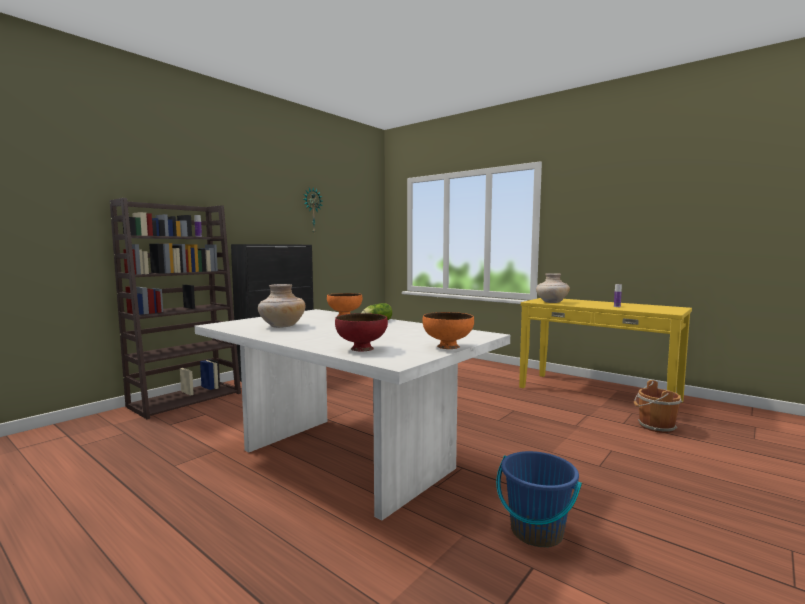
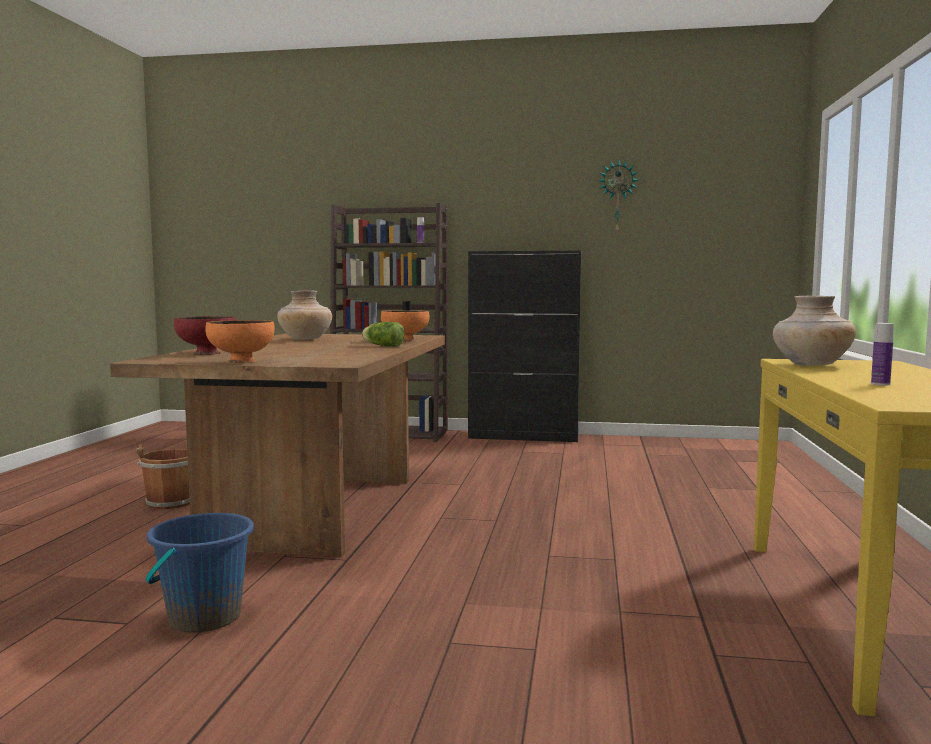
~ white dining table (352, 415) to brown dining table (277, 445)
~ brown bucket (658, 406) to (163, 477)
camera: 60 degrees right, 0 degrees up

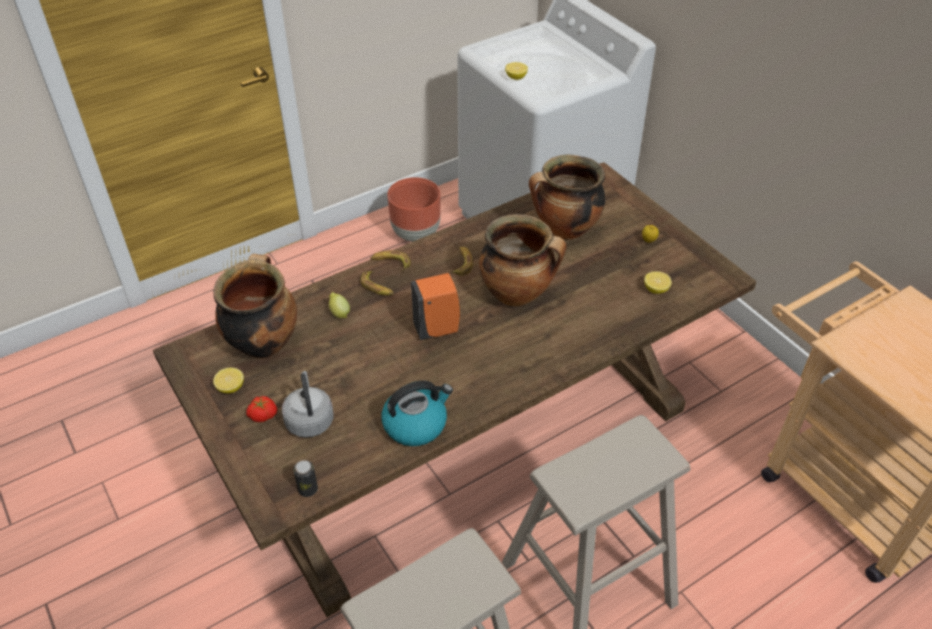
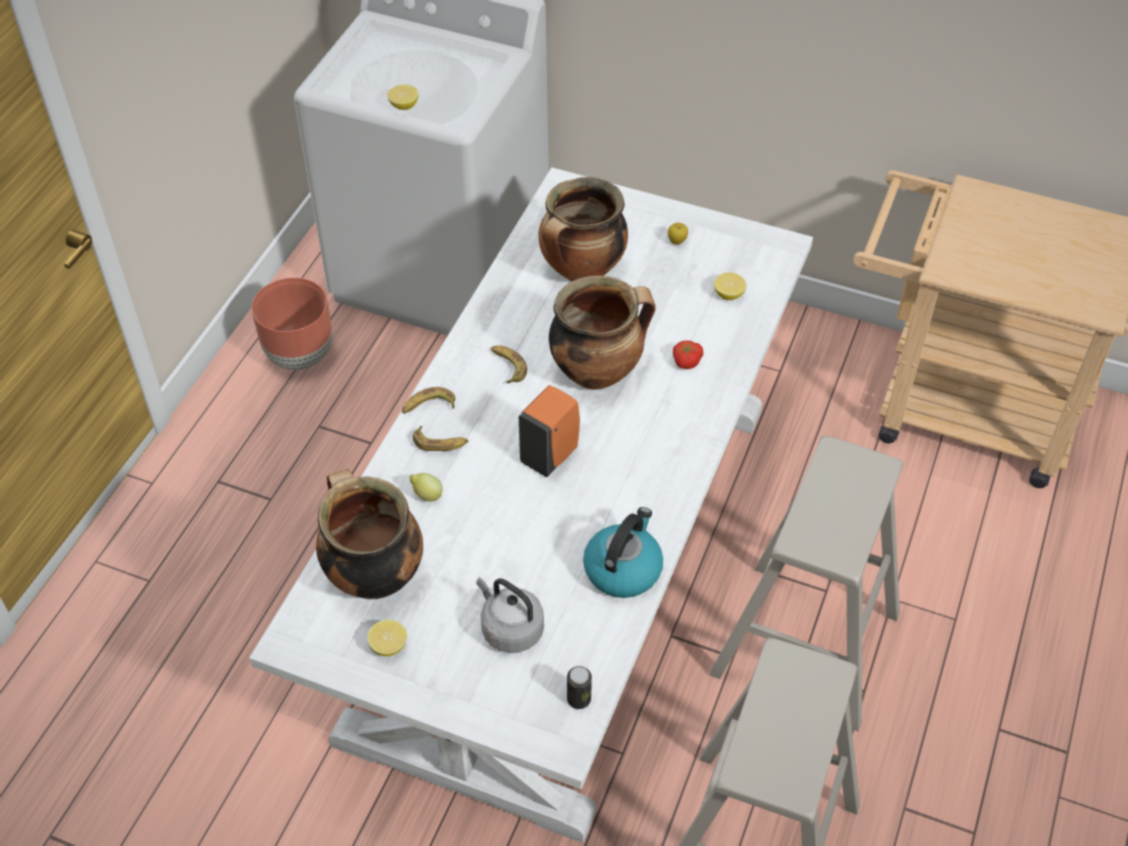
~ brown dining table (454, 389) to white dining table (531, 505)
~ tomato (261, 409) to (688, 354)
camera: 35 degrees left, 5 degrees up

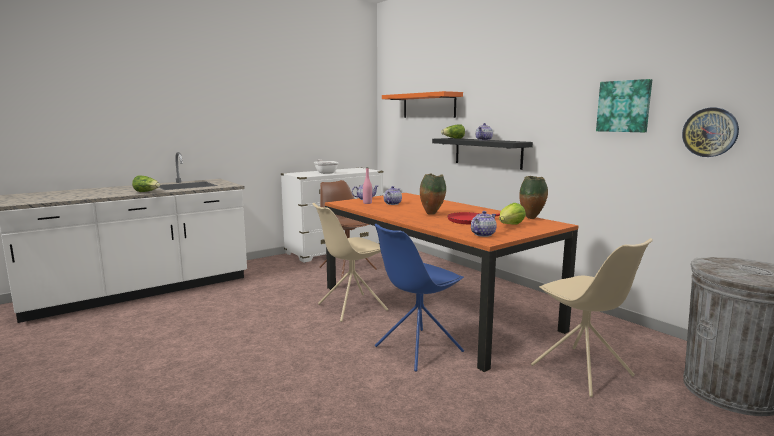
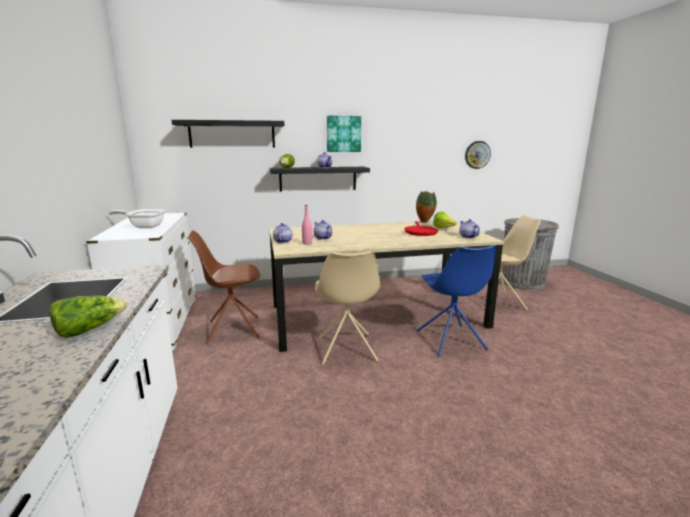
~ orange shelf (422, 104) to black shelf (228, 134)
~ orange dining table (452, 282) to beige dining table (386, 286)
~ picture (624, 105) to (344, 134)
- vase (433, 194)
camera: 65 degrees left, 5 degrees up

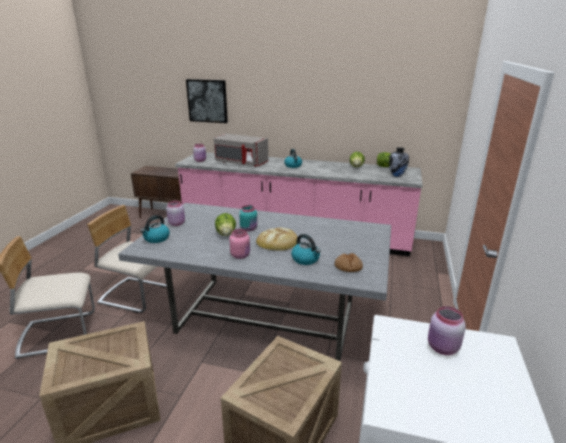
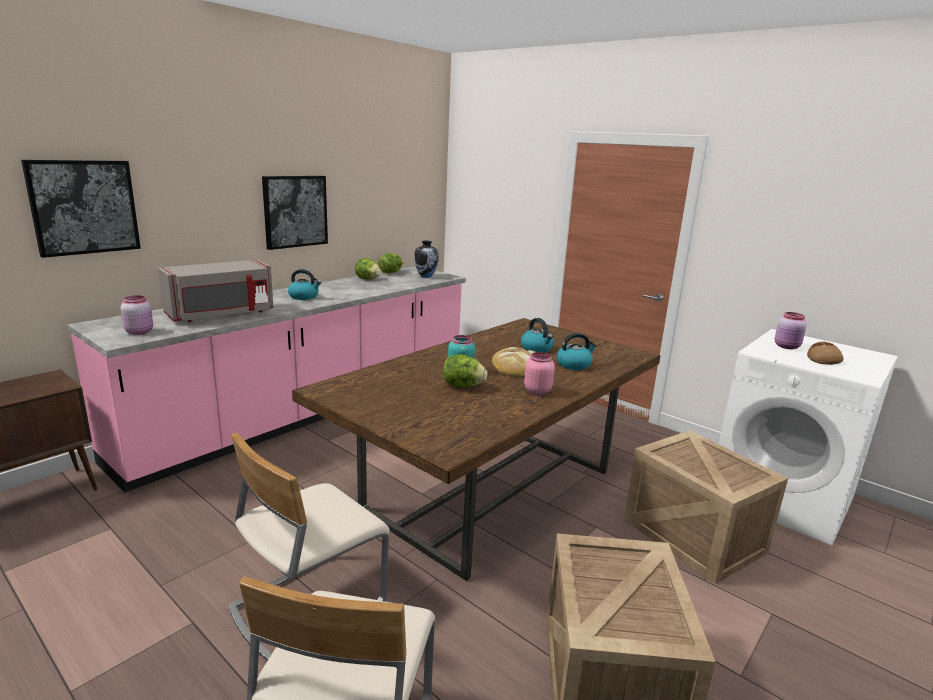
+ picture (295, 213)
~ grey dining table (254, 282) to brown dining table (476, 449)
~ kettle (155, 229) to (537, 335)
~ bread (349, 262) to (825, 353)
- pink jar (175, 213)
camera: 65 degrees left, 5 degrees down

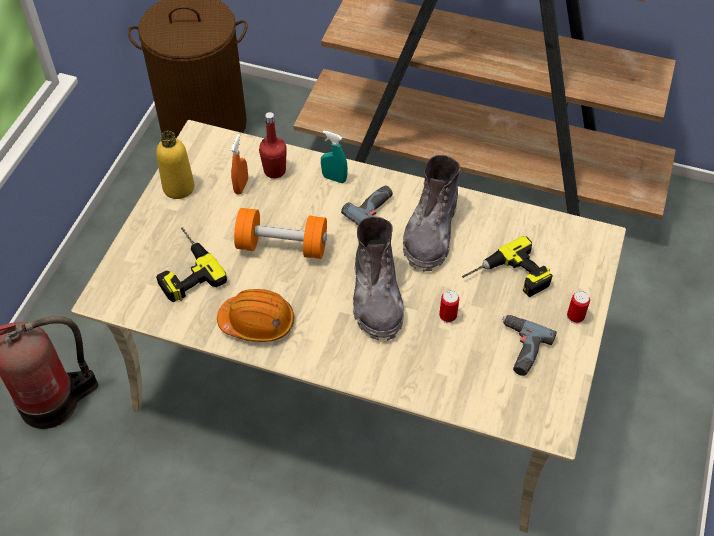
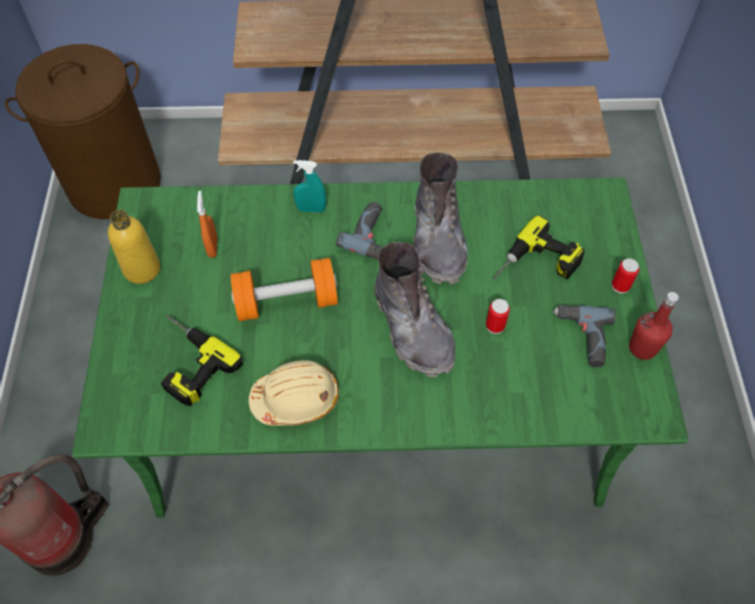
~ beige dining table (348, 326) to green dining table (380, 348)
~ orange hard hat (255, 315) to beige hard hat (293, 393)
~ red bottle (273, 145) to (654, 326)
camera: 20 degrees left, 5 degrees up

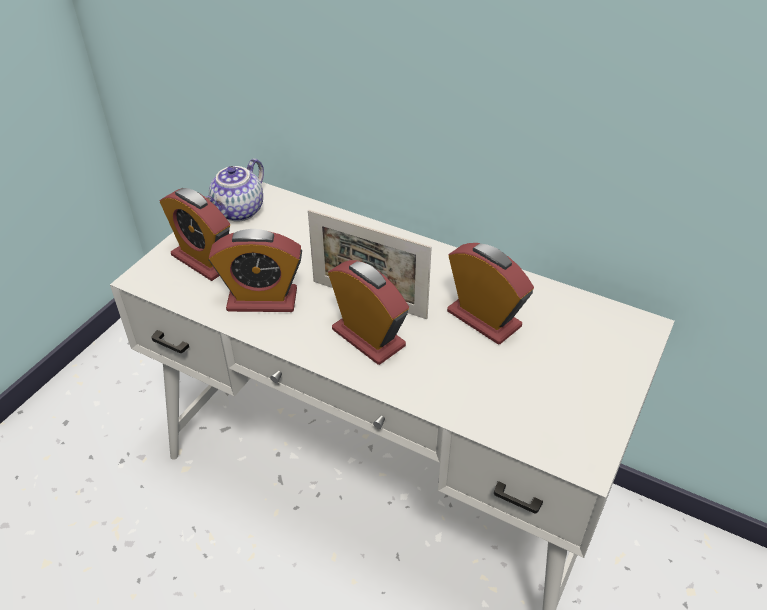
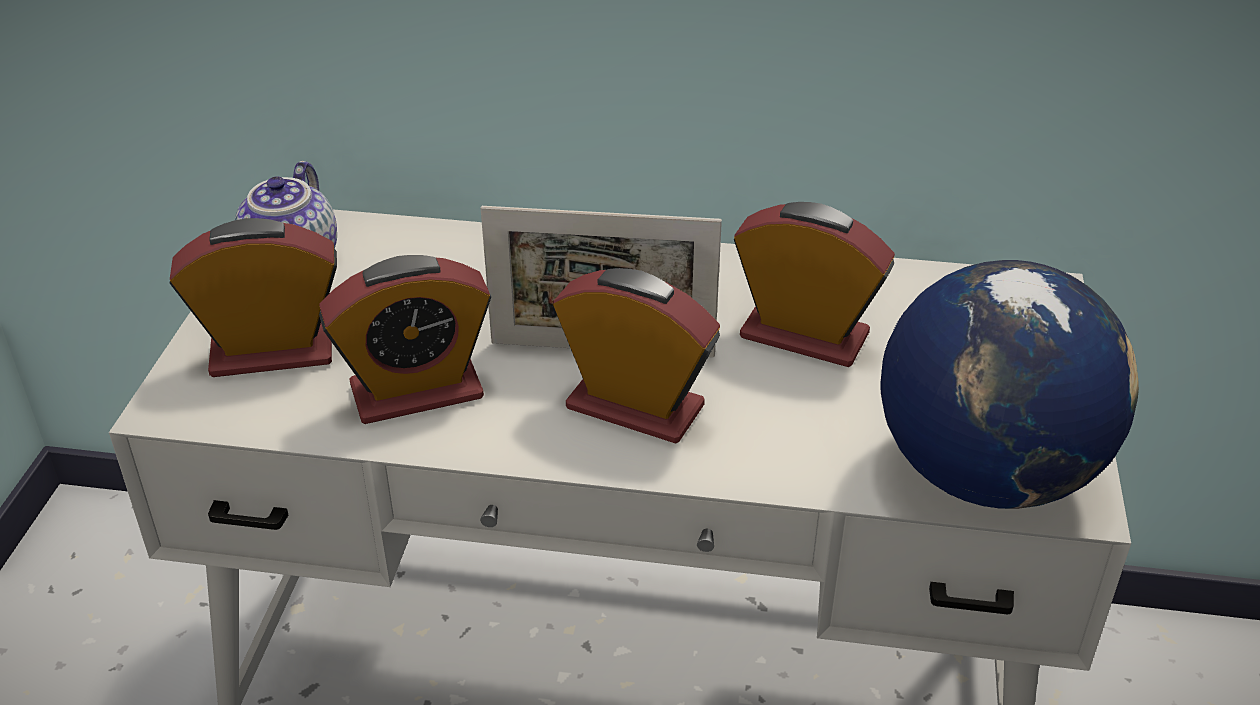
~ alarm clock (195, 234) = (253, 297) 150 degrees clockwise
+ globe (1009, 384)
camera: 20 degrees left, 5 degrees down

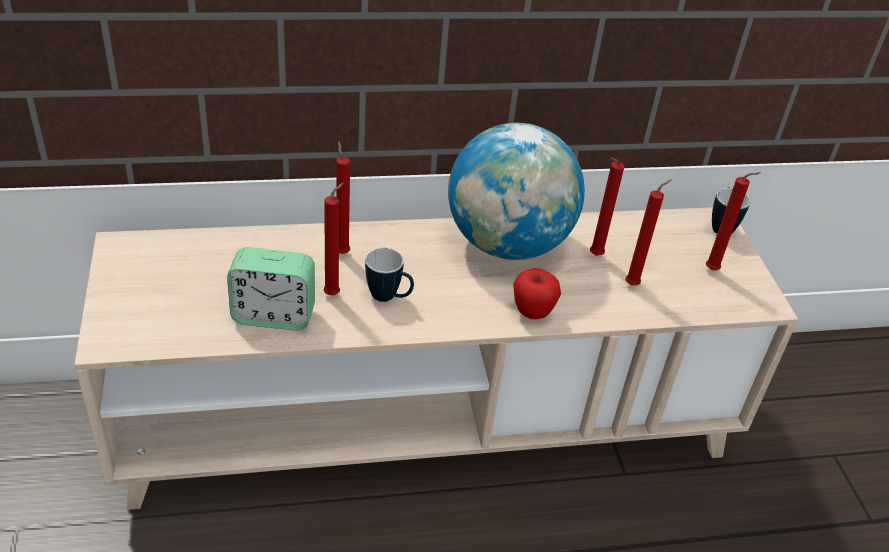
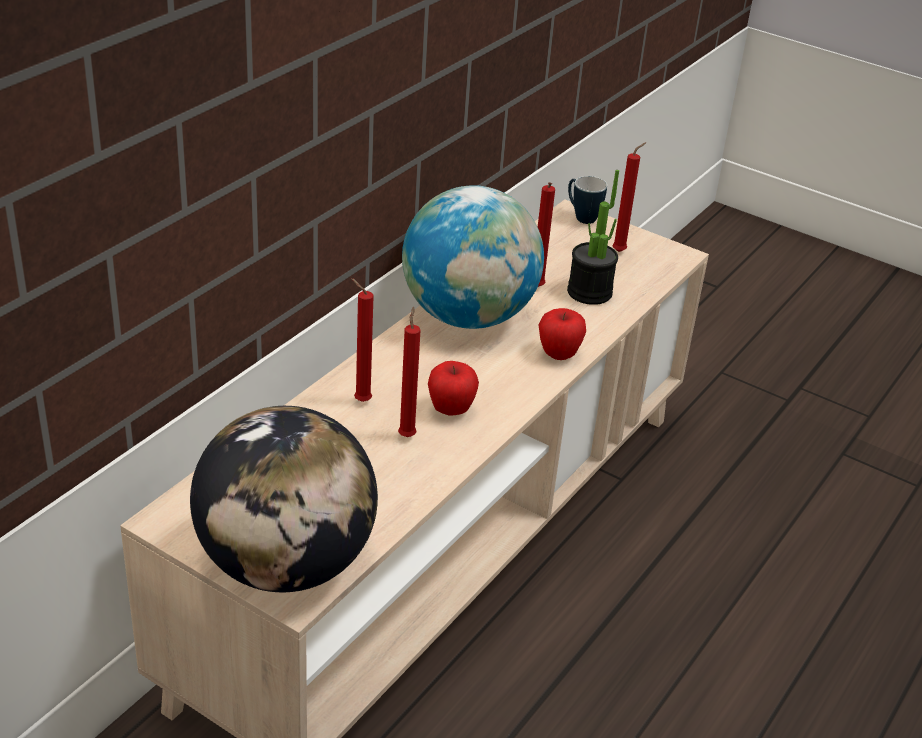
+ globe (284, 499)
~ mug (389, 275) to apple (453, 388)
~ red candle (648, 232) to potted plant (593, 237)
- alarm clock (271, 289)
camera: 45 degrees left, 5 degrees down

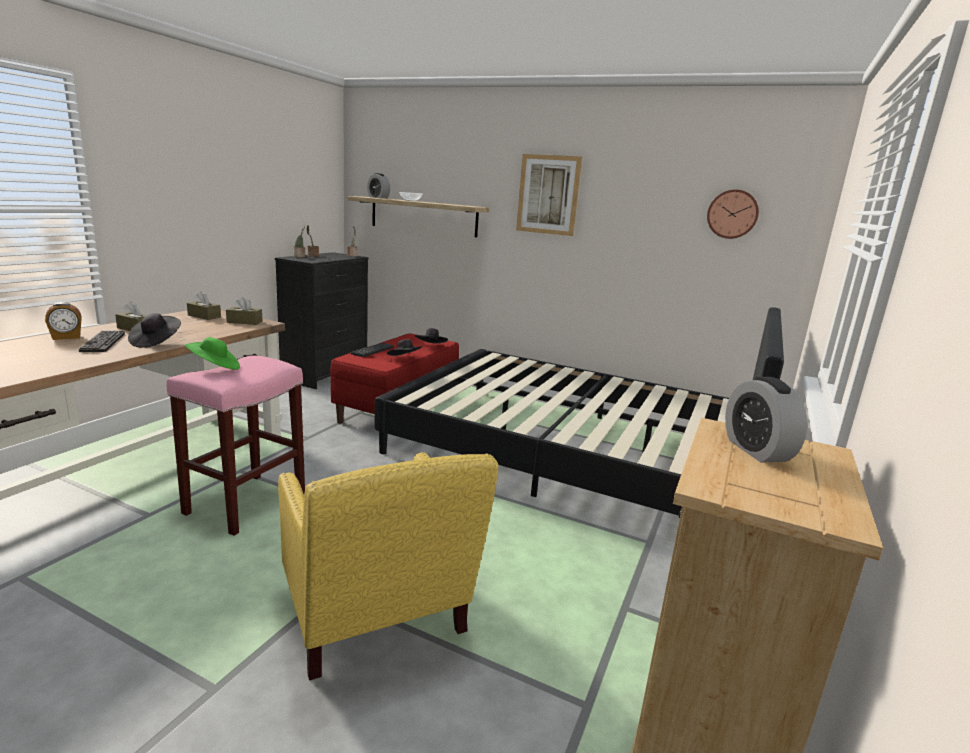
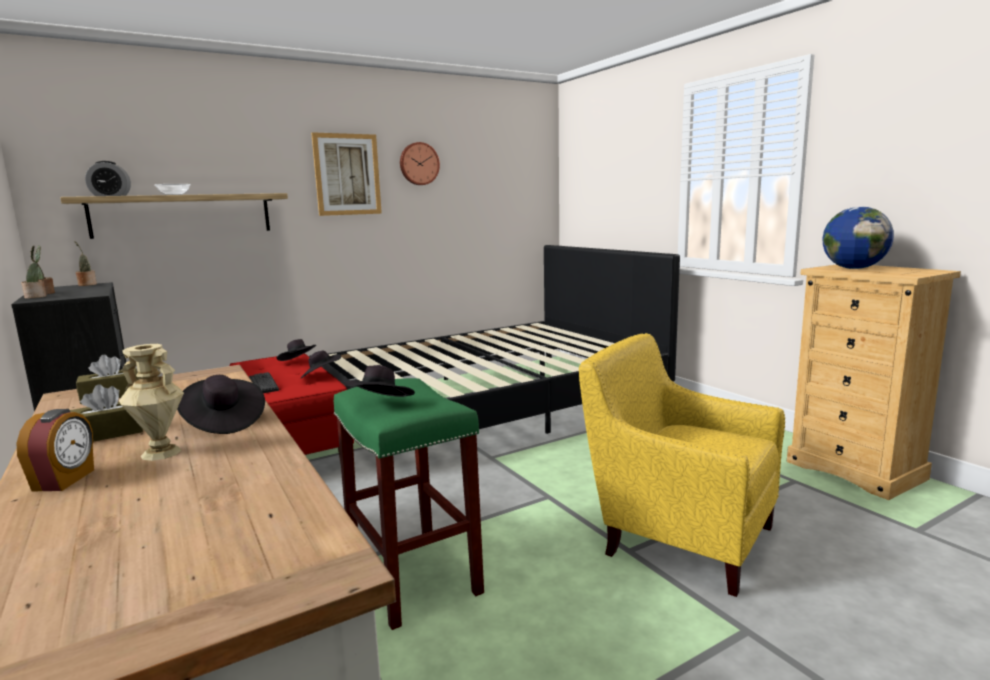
~ keyboard (101, 341) to beige vase (151, 402)
~ pink stool (236, 446) to green stool (409, 504)
~ green hat (212, 353) to black hat (378, 381)
~ wall clock (733, 214) to (420, 163)
~ yellow armchair (388, 566) = (682, 465) 150 degrees counterclockwise
~ alarm clock (766, 420) to globe (858, 237)
- brown tissue box (244, 311)
camera: 55 degrees left, 5 degrees down

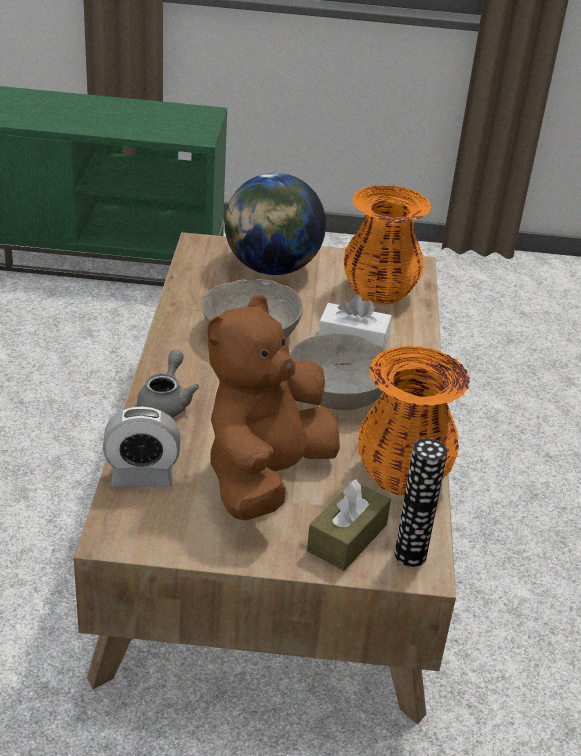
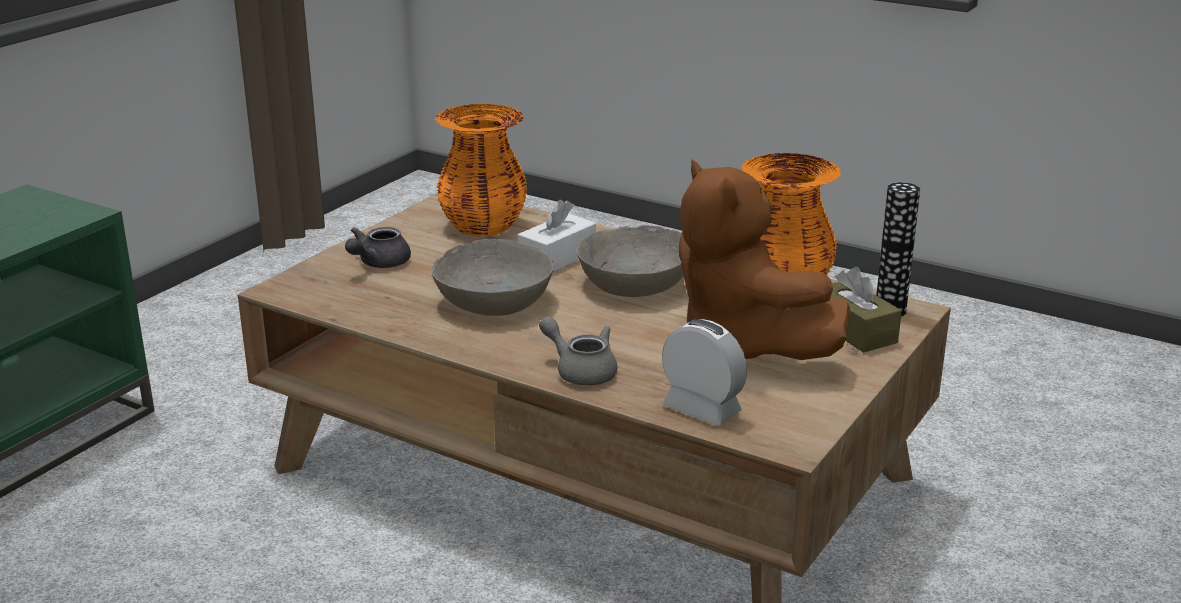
~ globe (275, 224) to grey teapot (378, 247)
~ alarm clock (141, 446) = (704, 372) 75 degrees counterclockwise
camera: 60 degrees left, 10 degrees down

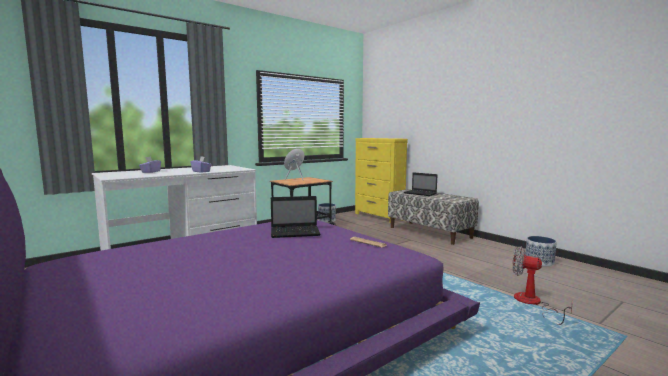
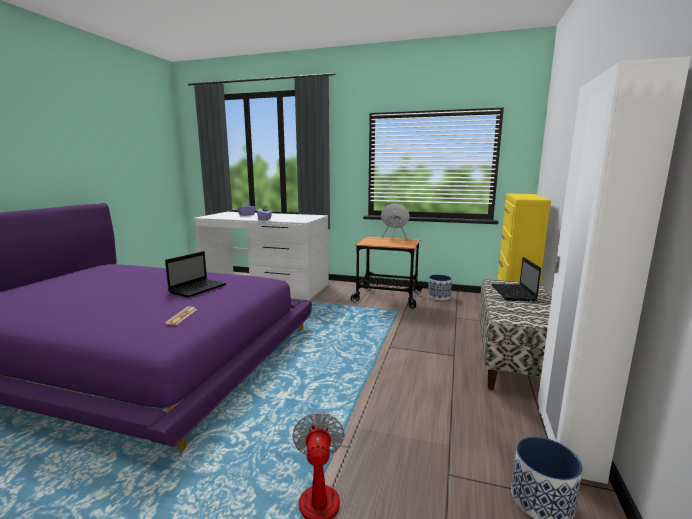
~ laptop (296, 217) = (195, 274) 105 degrees counterclockwise
+ white wardrobe (614, 270)
camera: 55 degrees right, 5 degrees up

